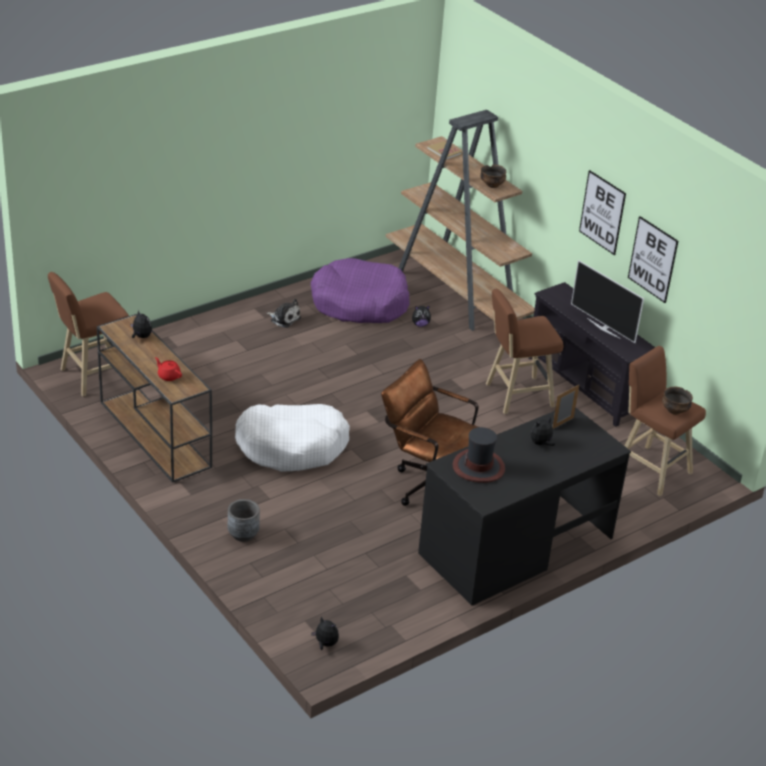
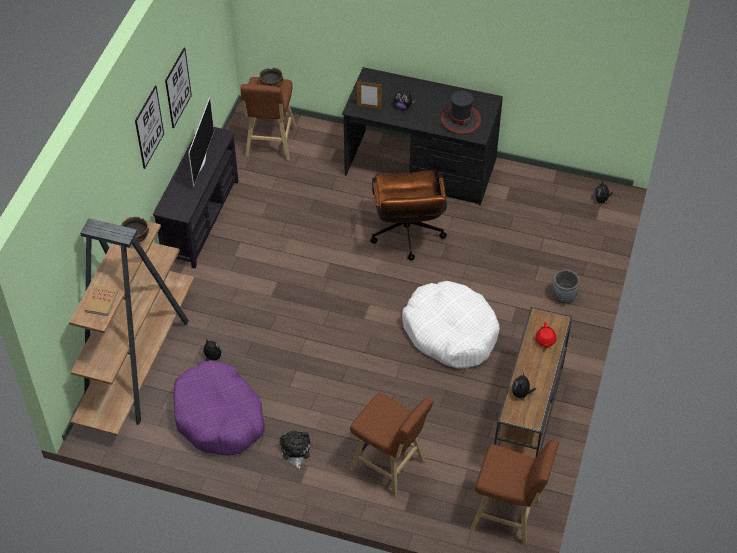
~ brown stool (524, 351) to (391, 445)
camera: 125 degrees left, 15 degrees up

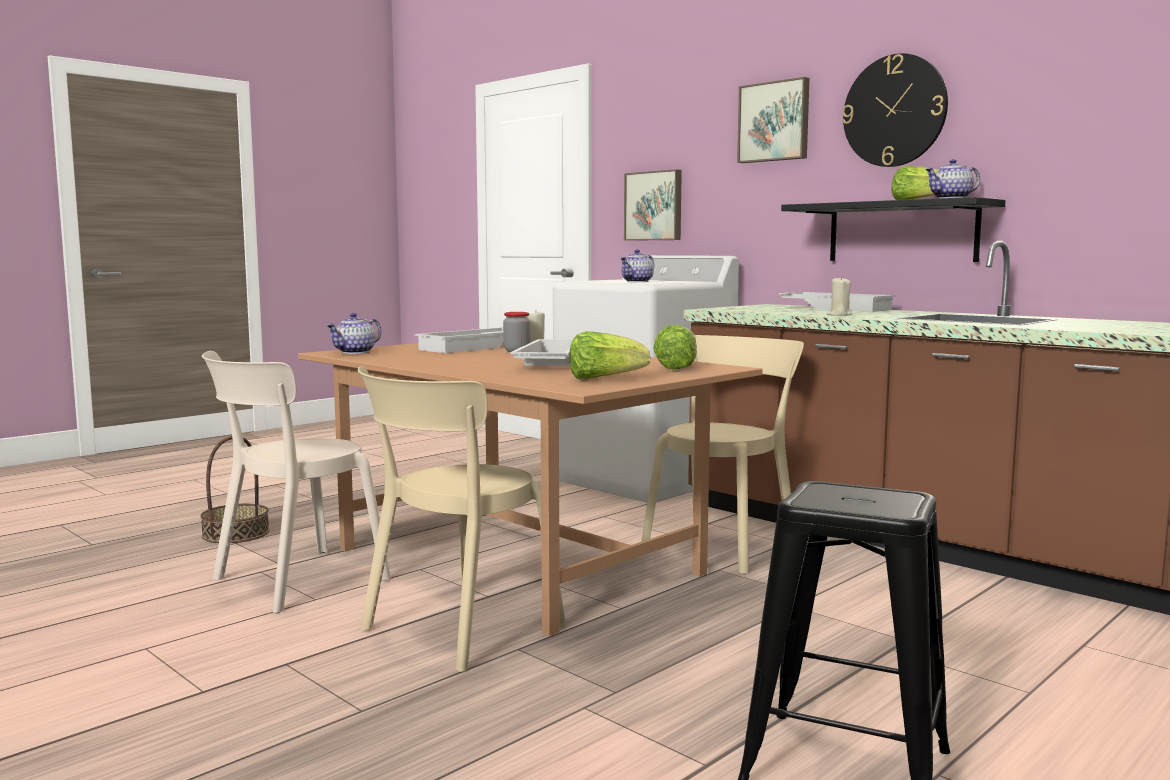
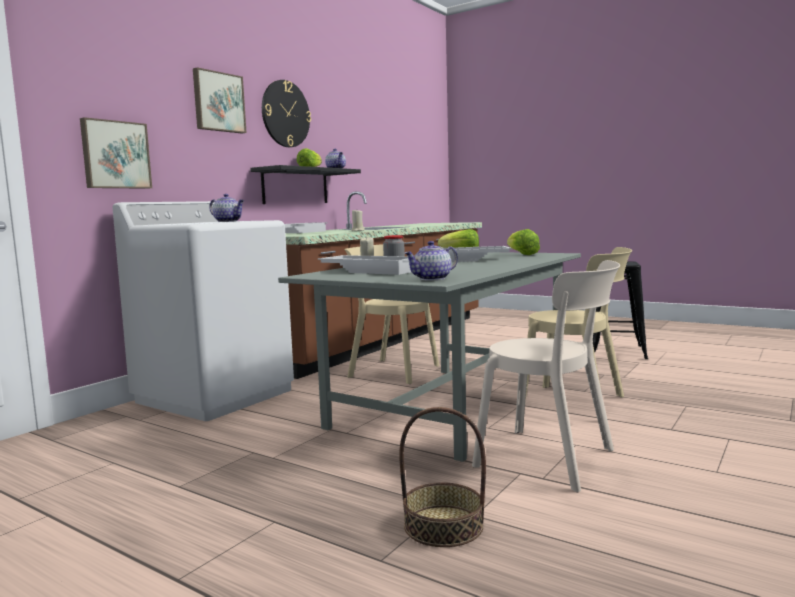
~ brown dining table (530, 489) to grey dining table (429, 357)
~ teapot (354, 333) = (431, 261) 120 degrees clockwise
camera: 100 degrees left, 0 degrees up

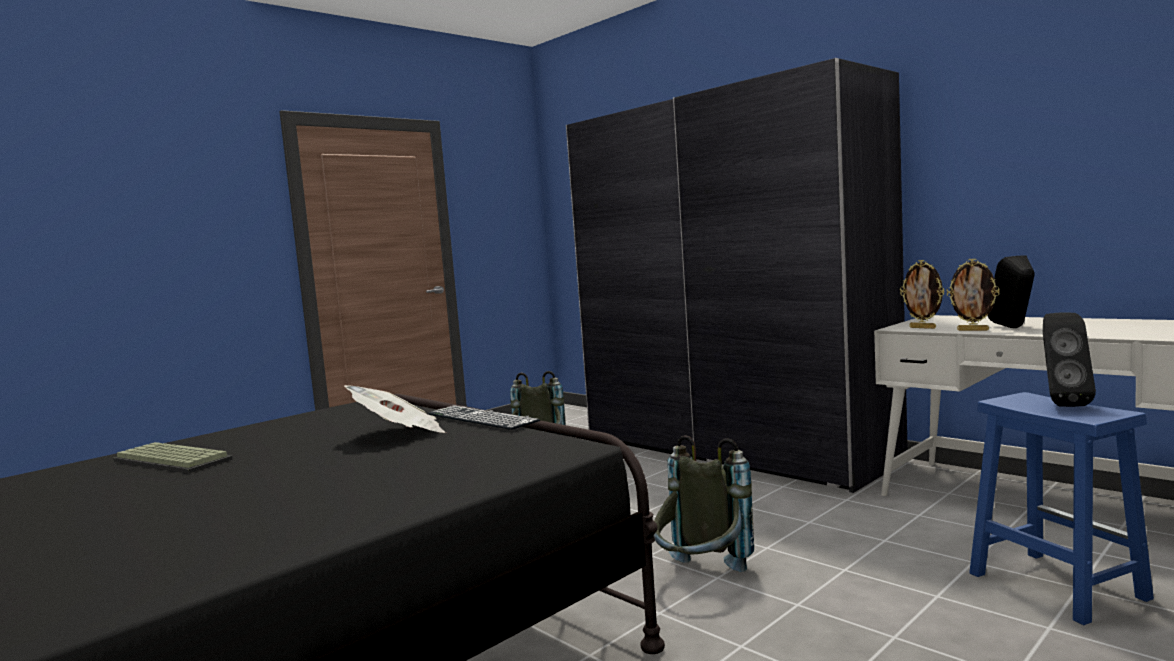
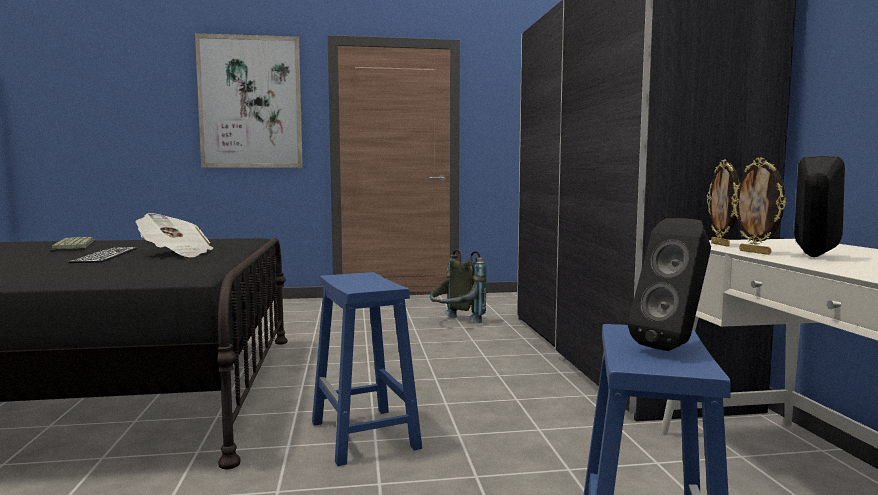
~ keyboard (483, 417) to (102, 255)
+ picture (249, 100)
~ grey backpack (704, 503) to blue stool (367, 369)
camera: 35 degrees right, 0 degrees up

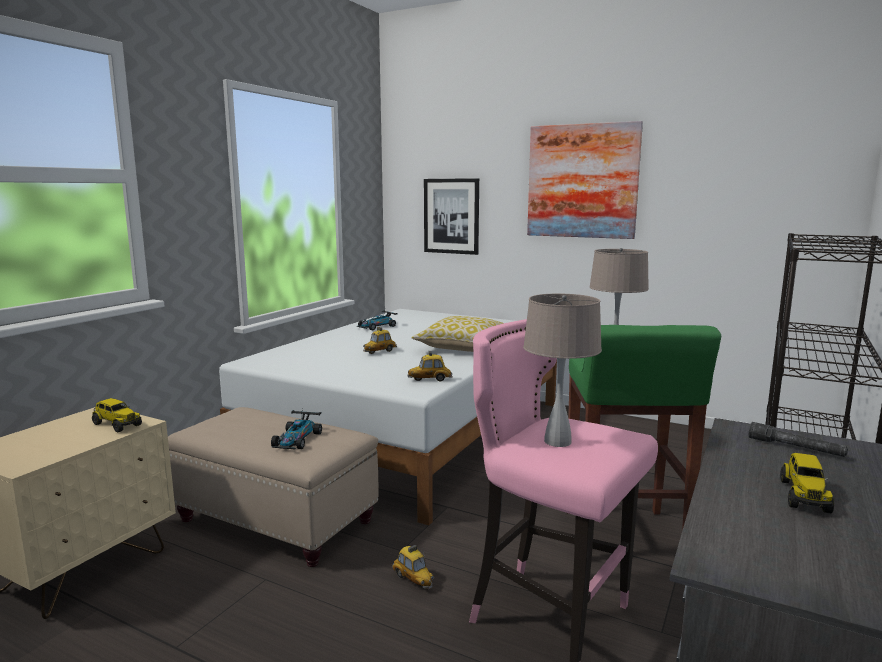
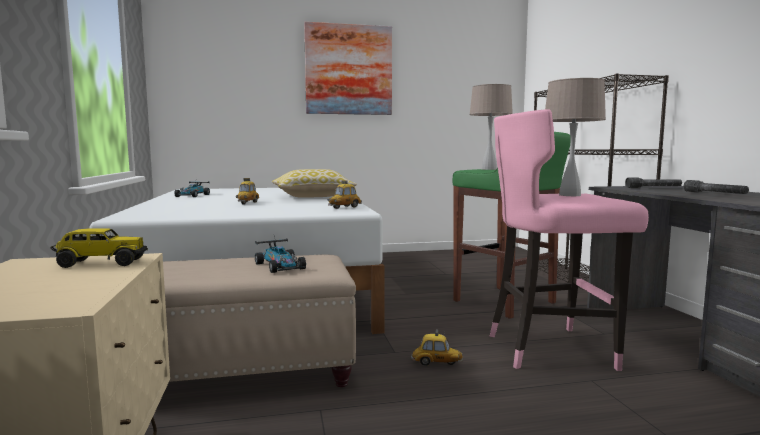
~ toy truck (807, 483) to grey flashlight (716, 187)
- picture (451, 216)
camera: 40 degrees left, 5 degrees down

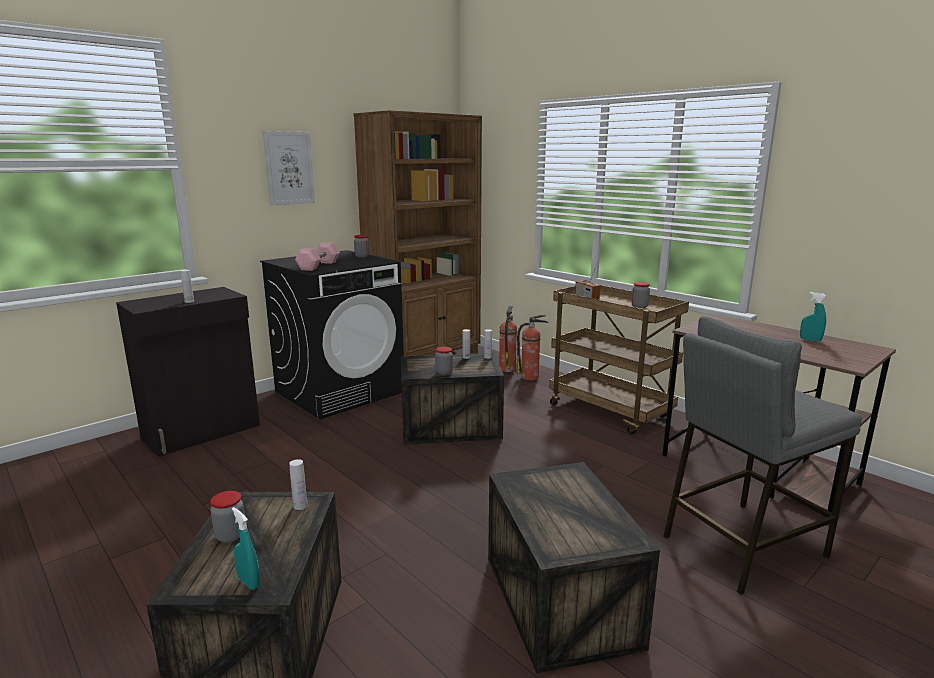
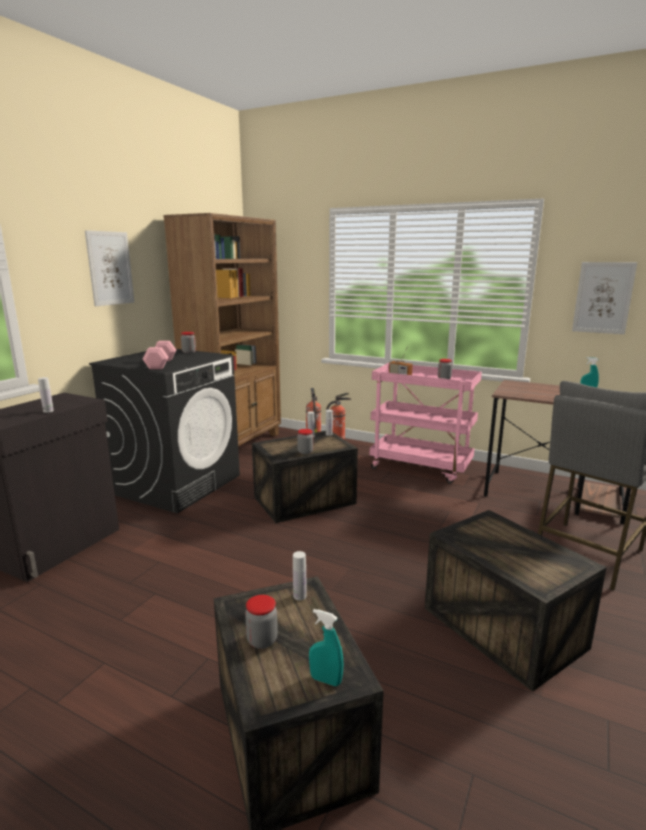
~ brown cart (619, 359) to pink cart (426, 423)
+ picture (604, 298)
camera: 20 degrees left, 0 degrees up

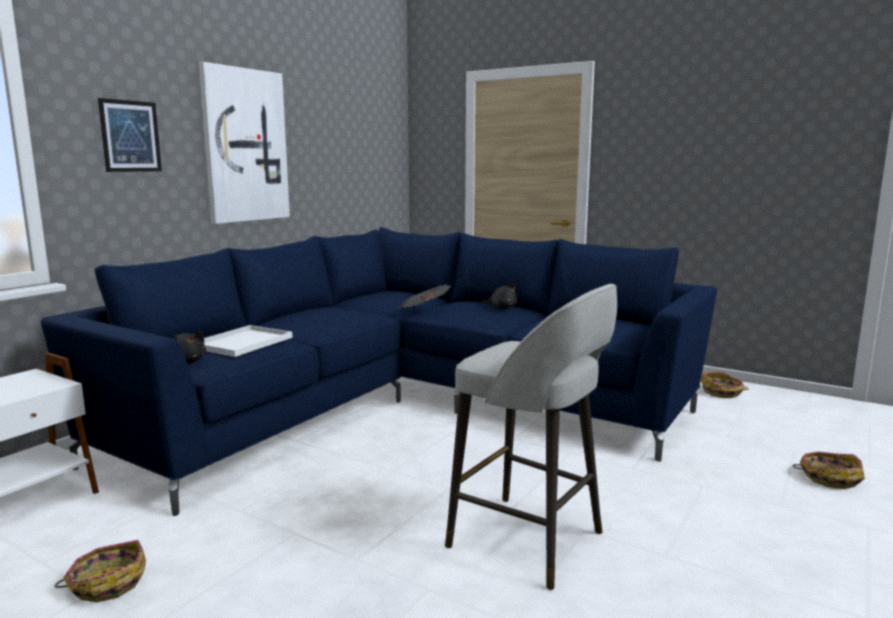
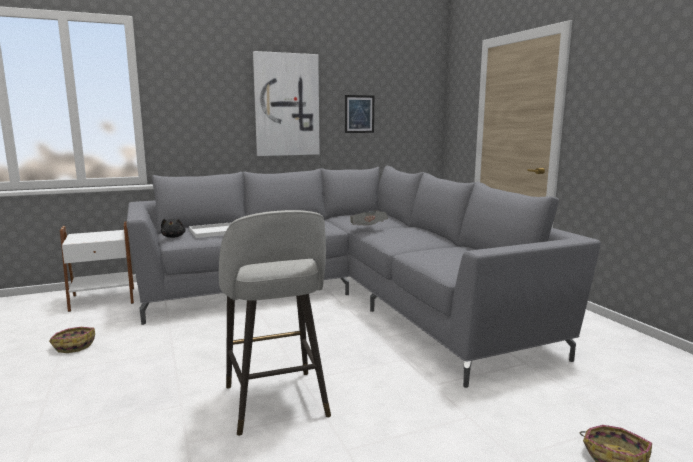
~ blue sofa (379, 371) to grey sofa (364, 276)
~ picture (130, 135) to (359, 114)
- black plush toy (498, 296)
- basket (725, 384)
camera: 35 degrees right, 0 degrees up

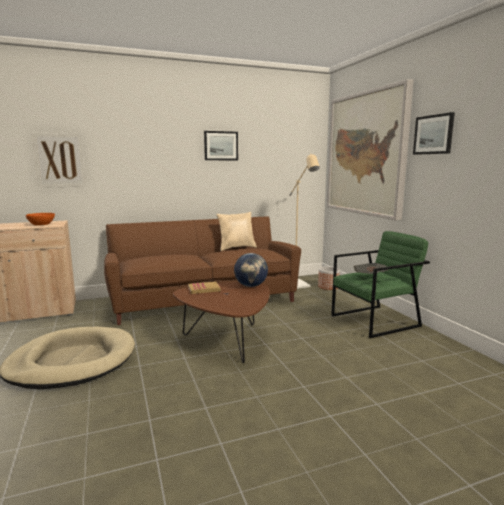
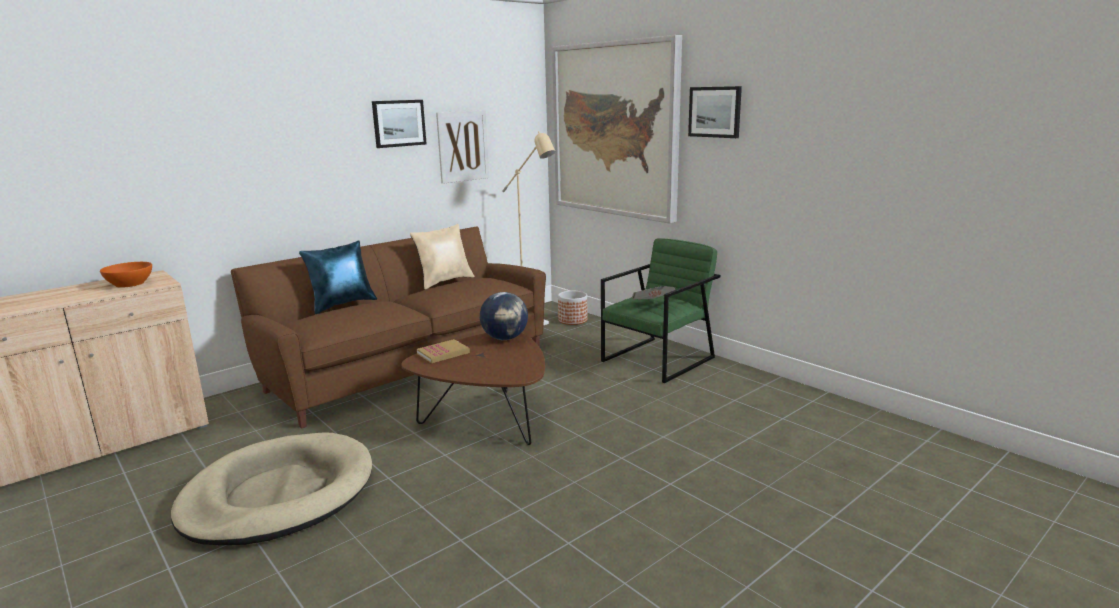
+ blue pillow (338, 277)
~ picture (59, 160) to (462, 147)
camera: 20 degrees left, 5 degrees up

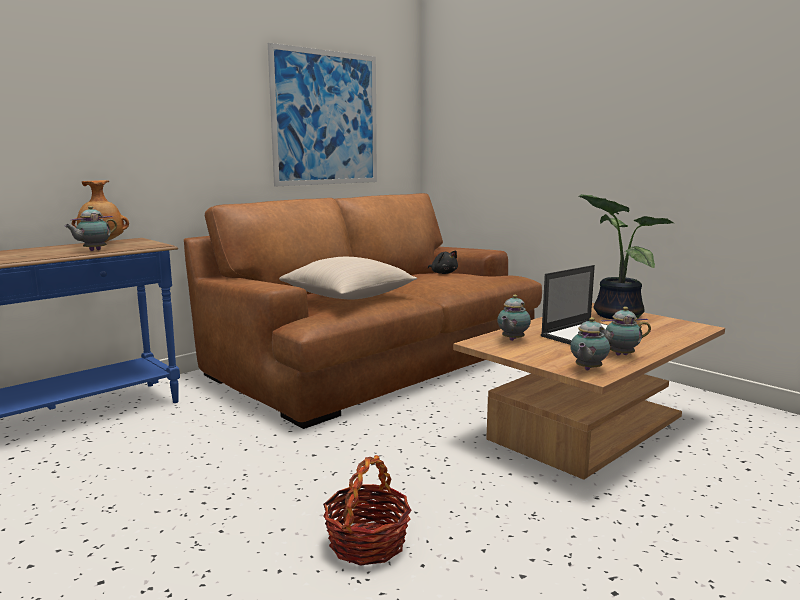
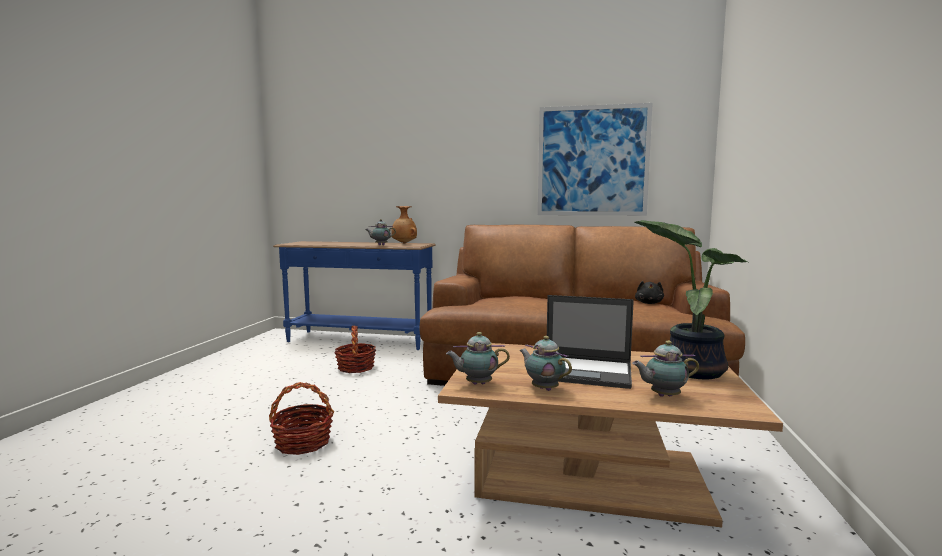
+ basket (355, 349)
~ teapot (514, 318) to (665, 369)
- beige pillow (348, 278)
camera: 55 degrees right, 5 degrees down

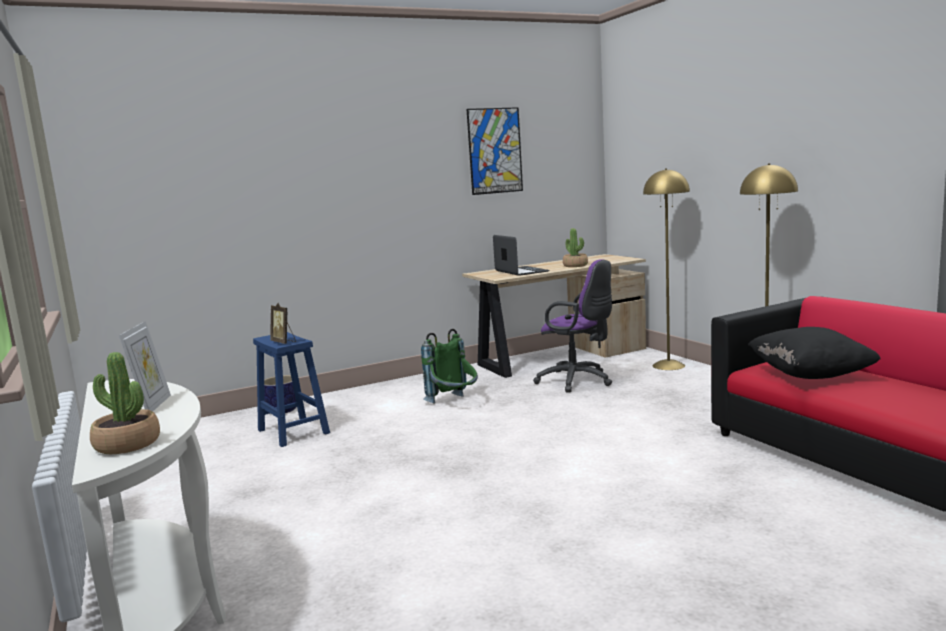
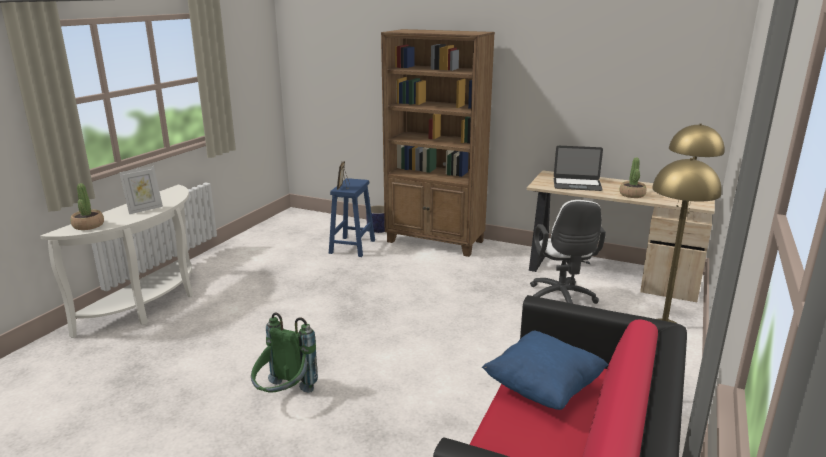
~ green backpack (449, 366) to (284, 352)
+ brown bookcase (438, 143)
~ black pillow (814, 353) to blue pillow (545, 370)
~ purple office chair (572, 325) to white office chair (568, 252)
~ laptop (521, 255) = (578, 168) 75 degrees clockwise
- picture (494, 151)
camera: 50 degrees right, 10 degrees up

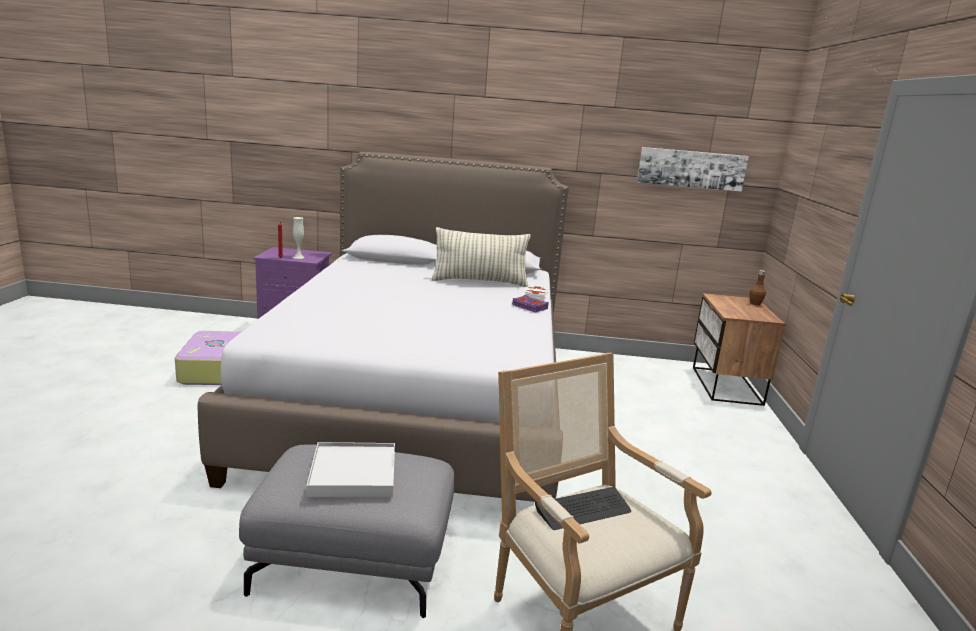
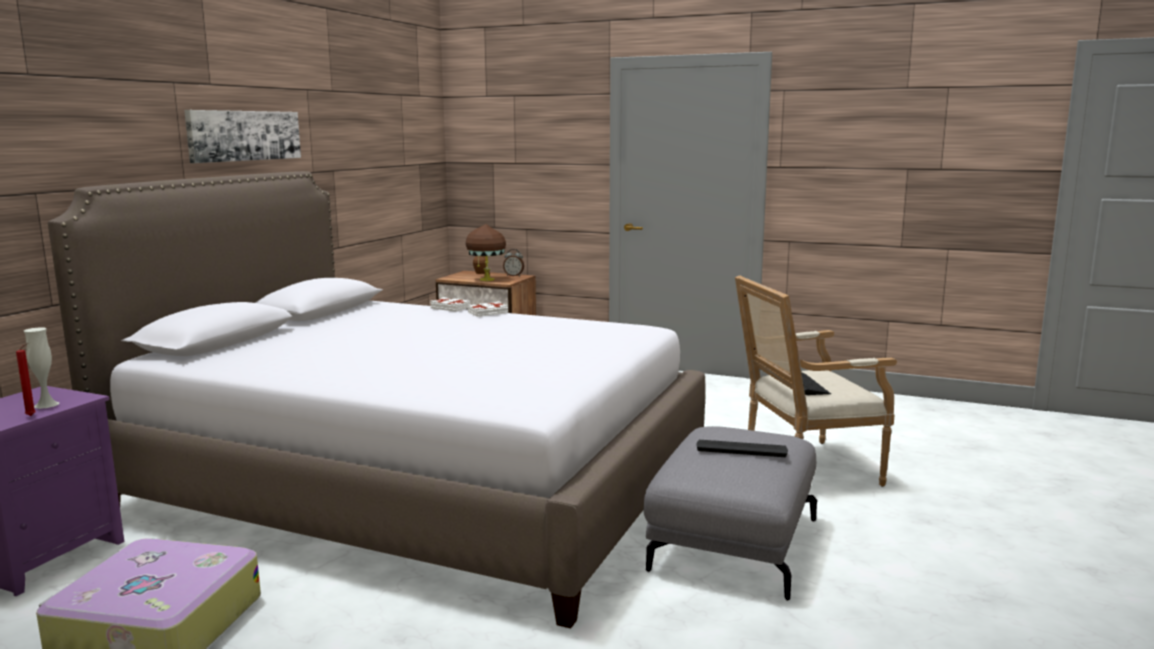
~ picture (693, 169) to (242, 136)
+ brown table lamp (486, 252)
~ purple book (530, 304) to white book (488, 309)
+ alarm clock (513, 262)
~ white tray (350, 469) to keyboard (742, 448)
- pillow (481, 257)
camera: 70 degrees left, 5 degrees down

